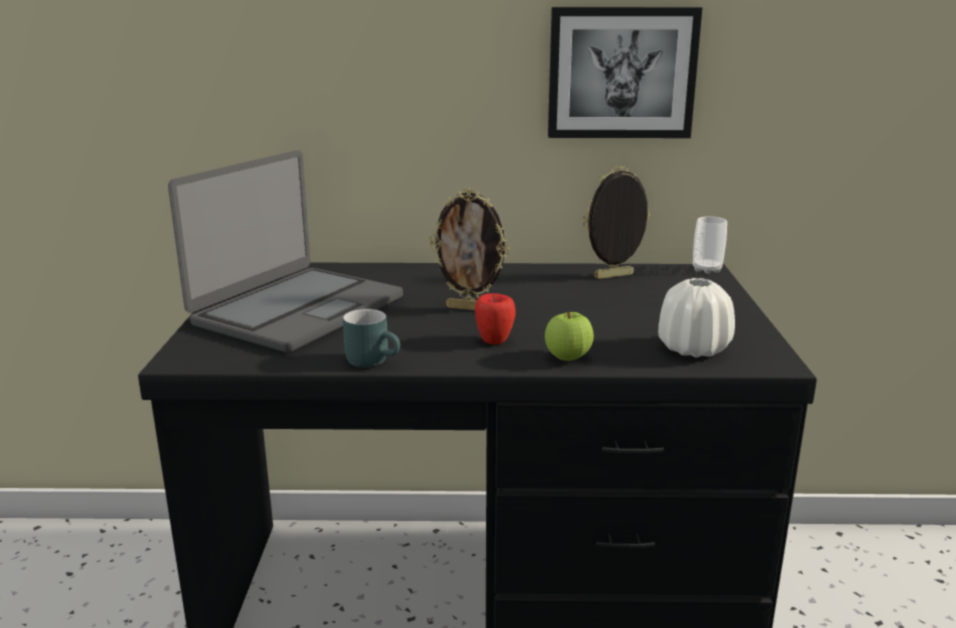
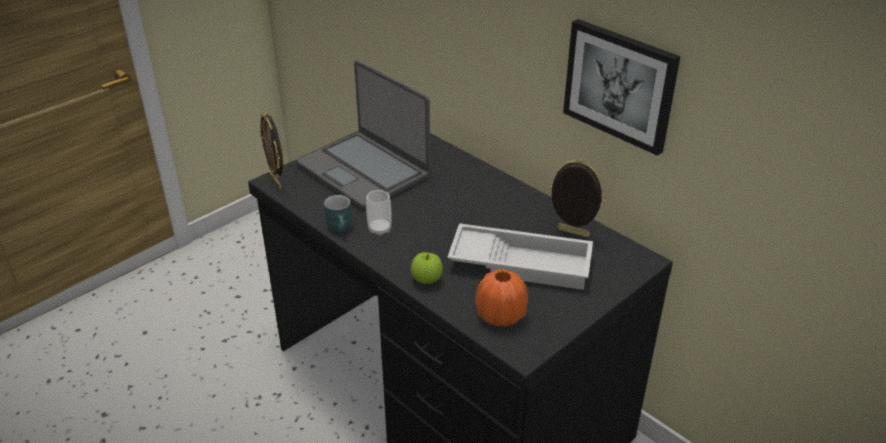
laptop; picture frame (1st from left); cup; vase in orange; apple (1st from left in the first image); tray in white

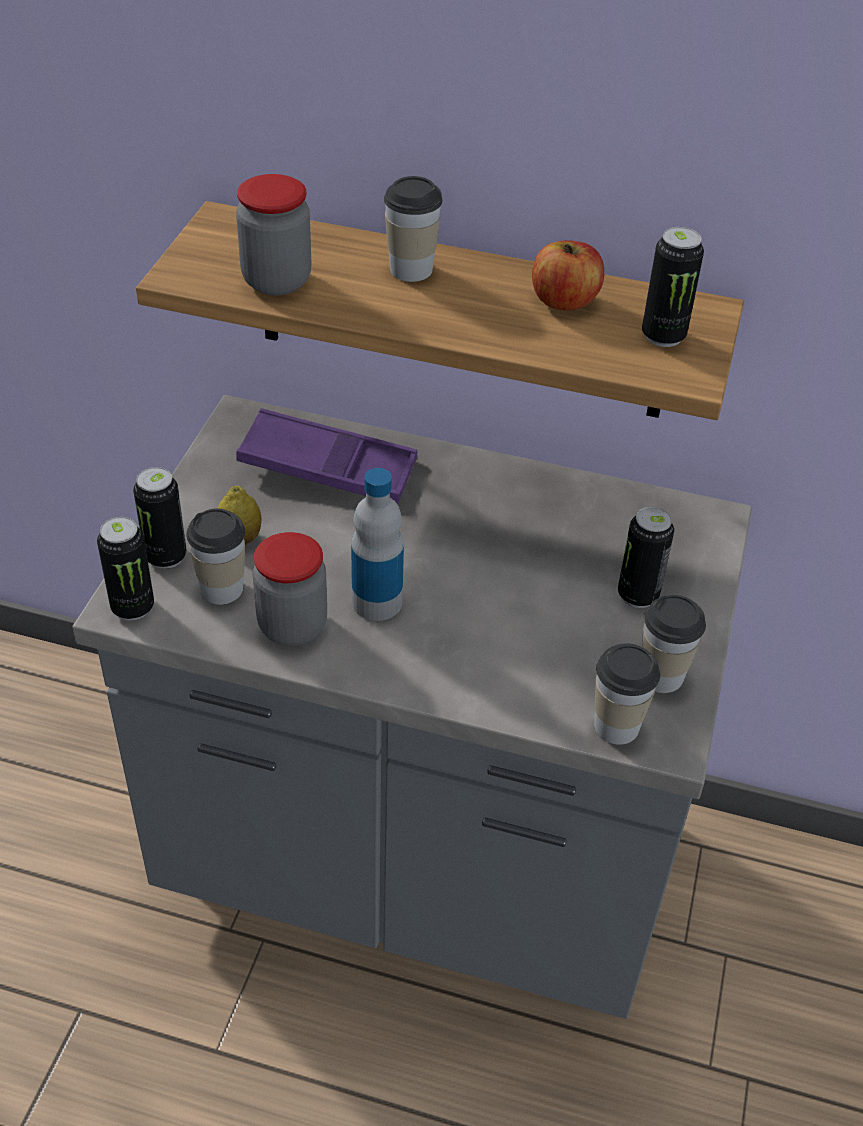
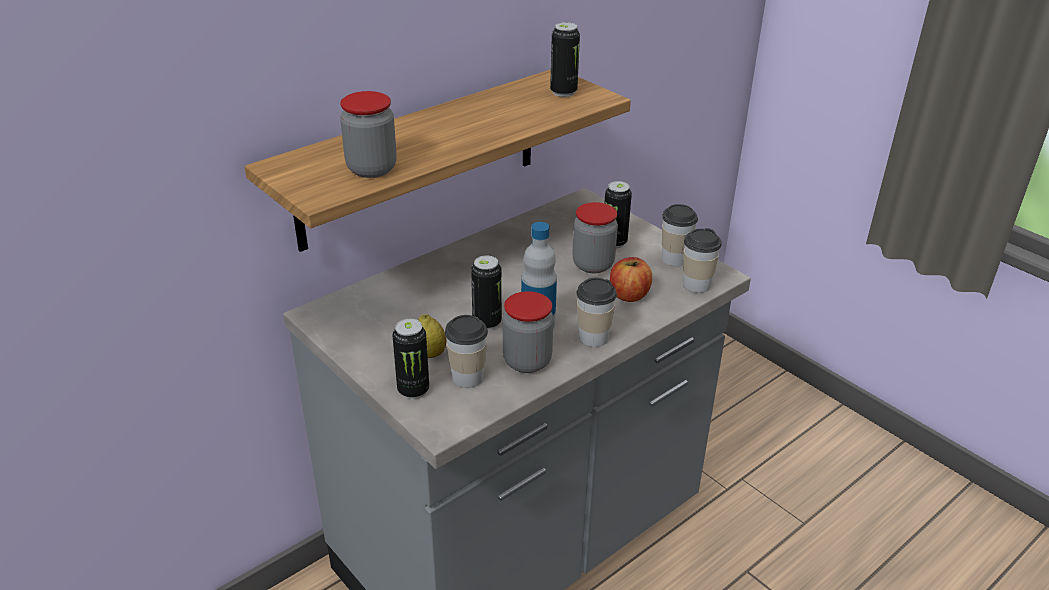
cup (2nd from left); apple; tray in purple; can (2nd from left); jar (3rd from left)

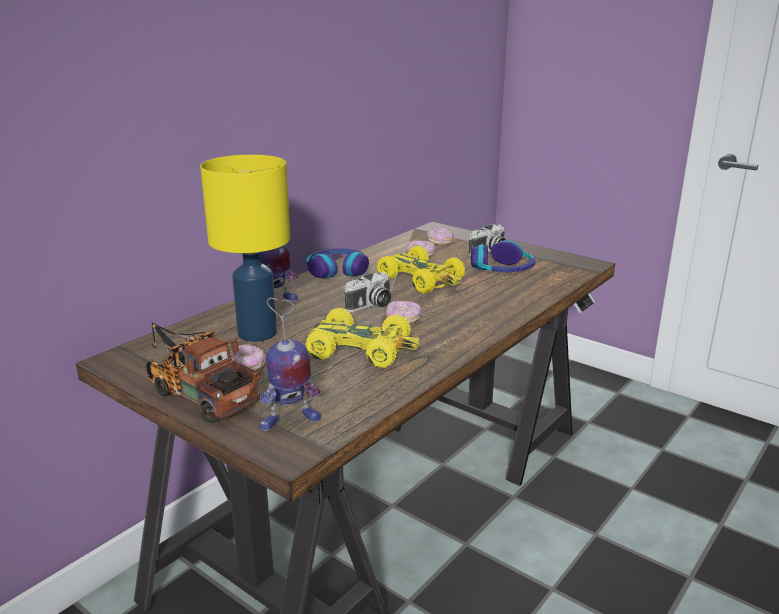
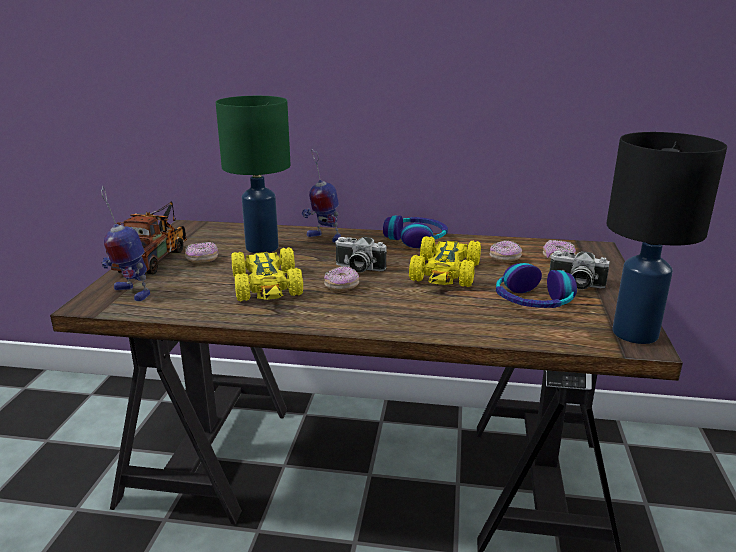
table lamp in green; table lamp in black

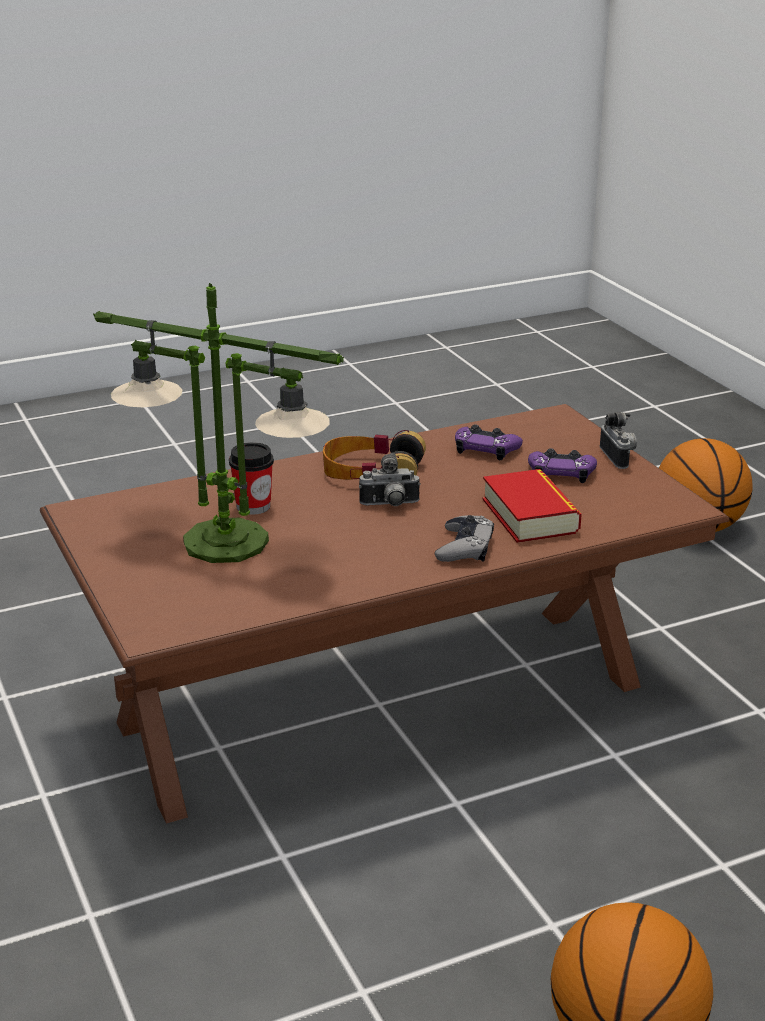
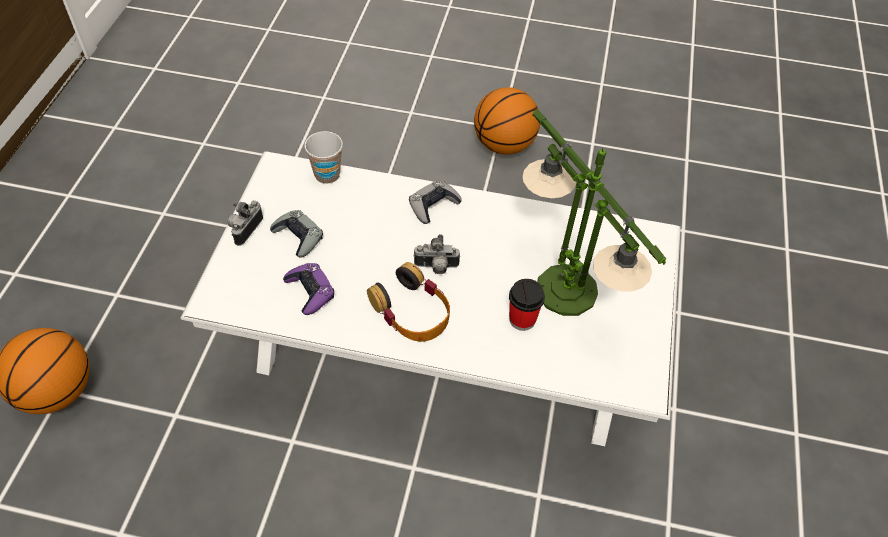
coffee table in white; game controller in grey (1st from left); photo camera (2nd from left); book; cup (1st from left)

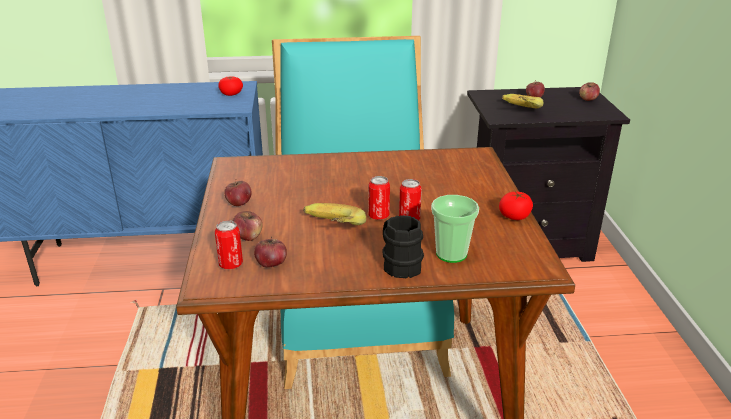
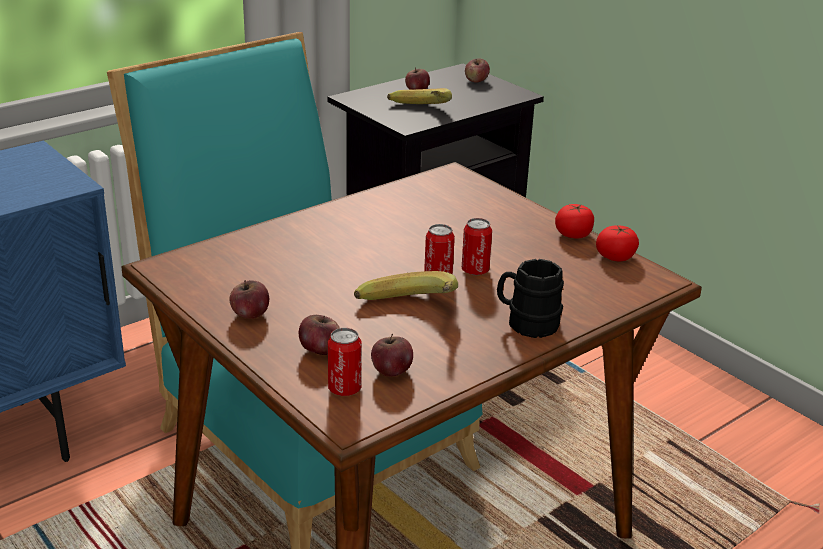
tomato (2nd from left); cup

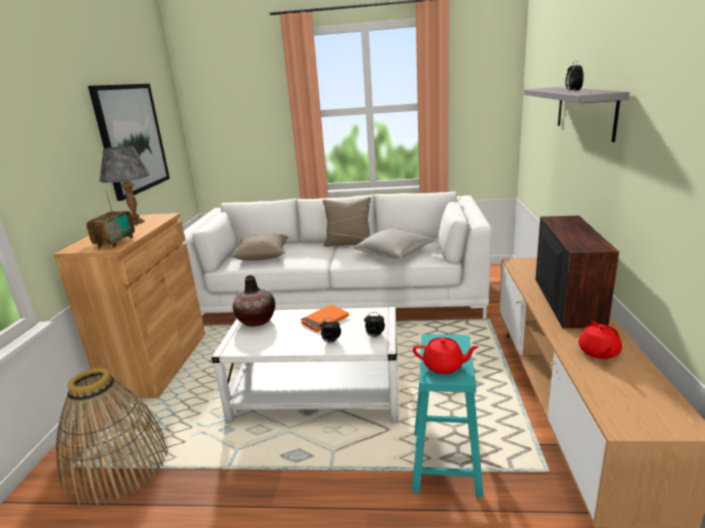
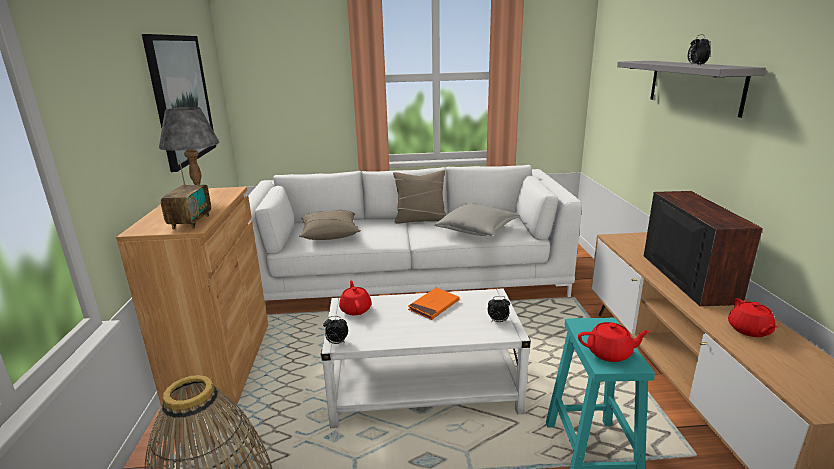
teapot in red (1st from left); alarm clock (1st from left)

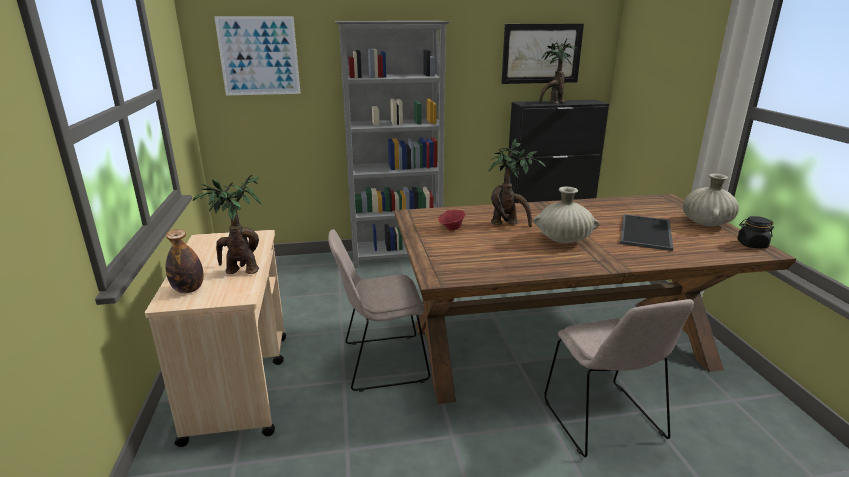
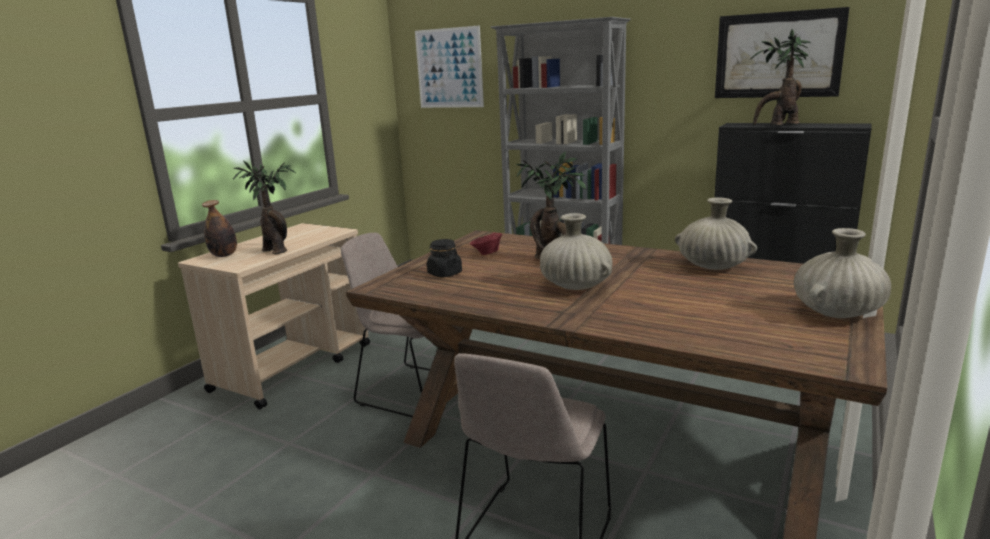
tray; jar in black; vase in beige (2nd from left)

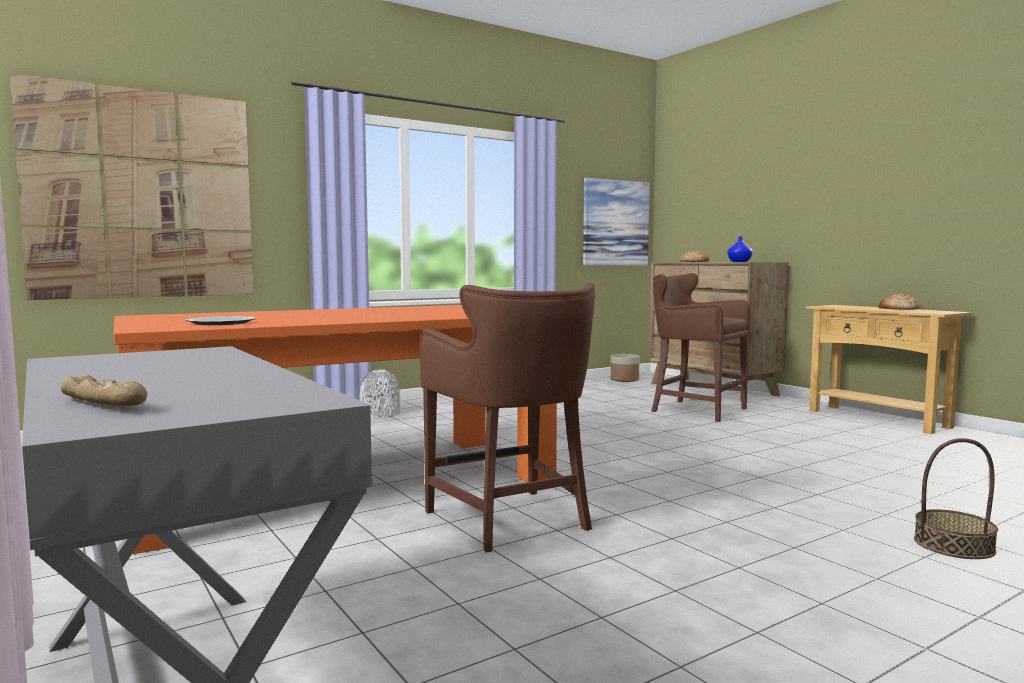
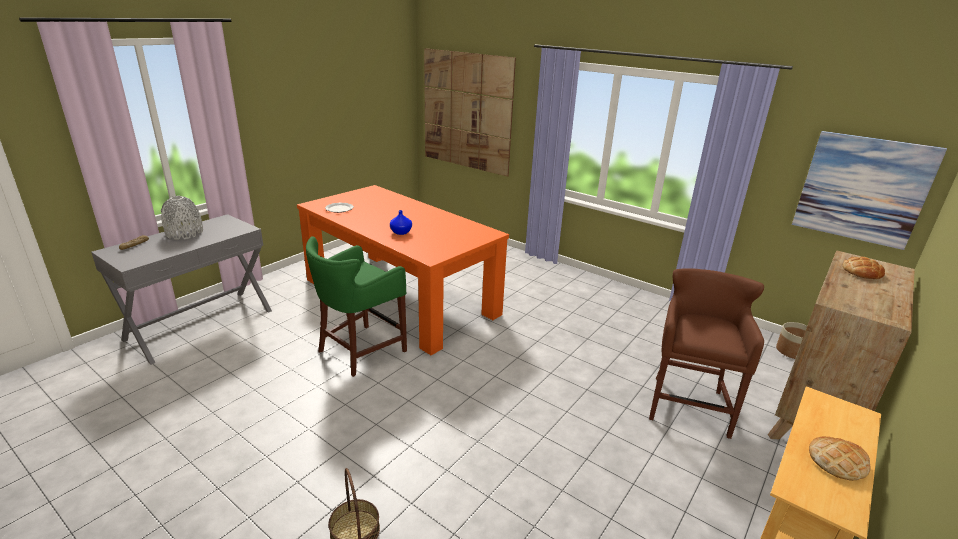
vase in blue; stool in green; vase in grey

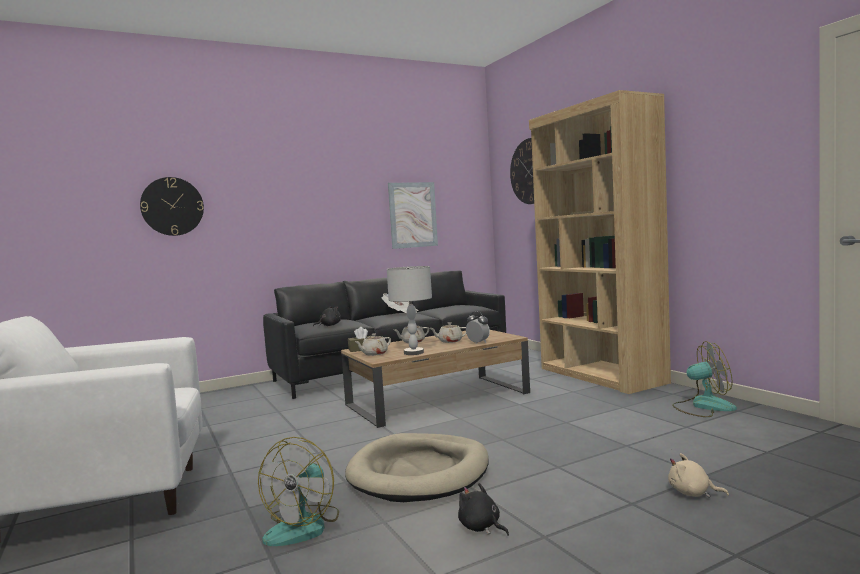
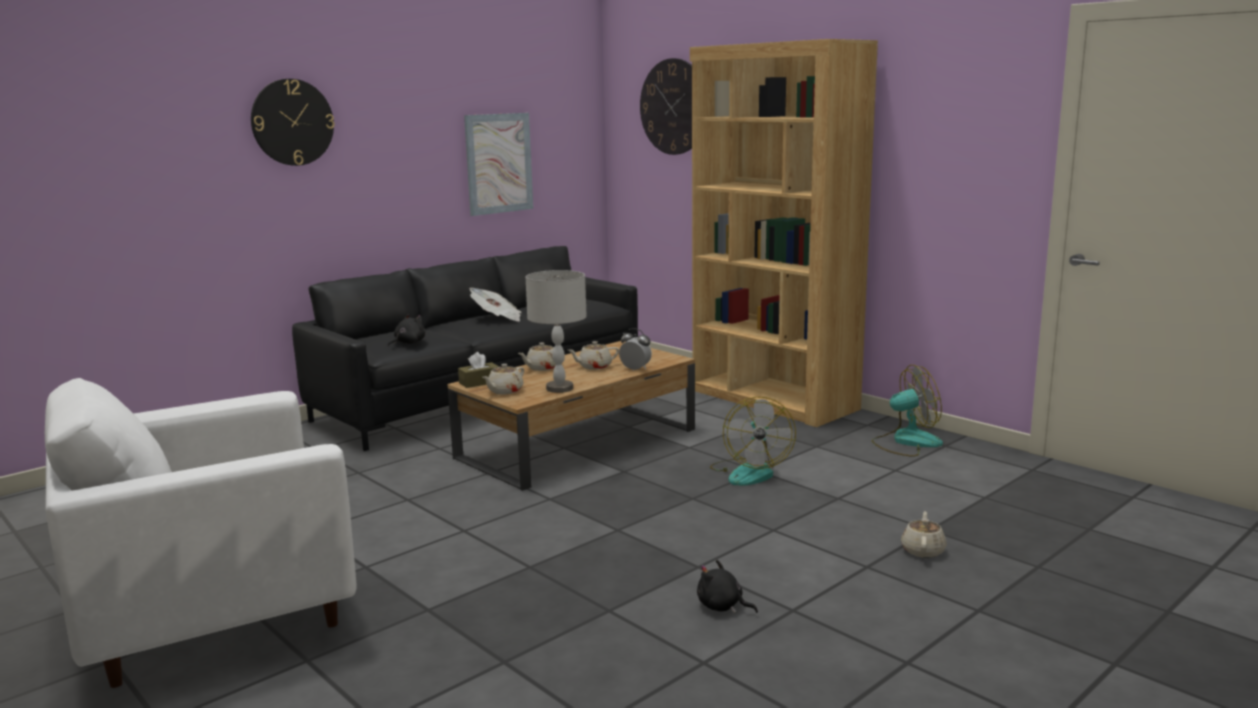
wall clock (1st from left); dog bed in beige; fan (1st from left); teapot in beige (4th from left)

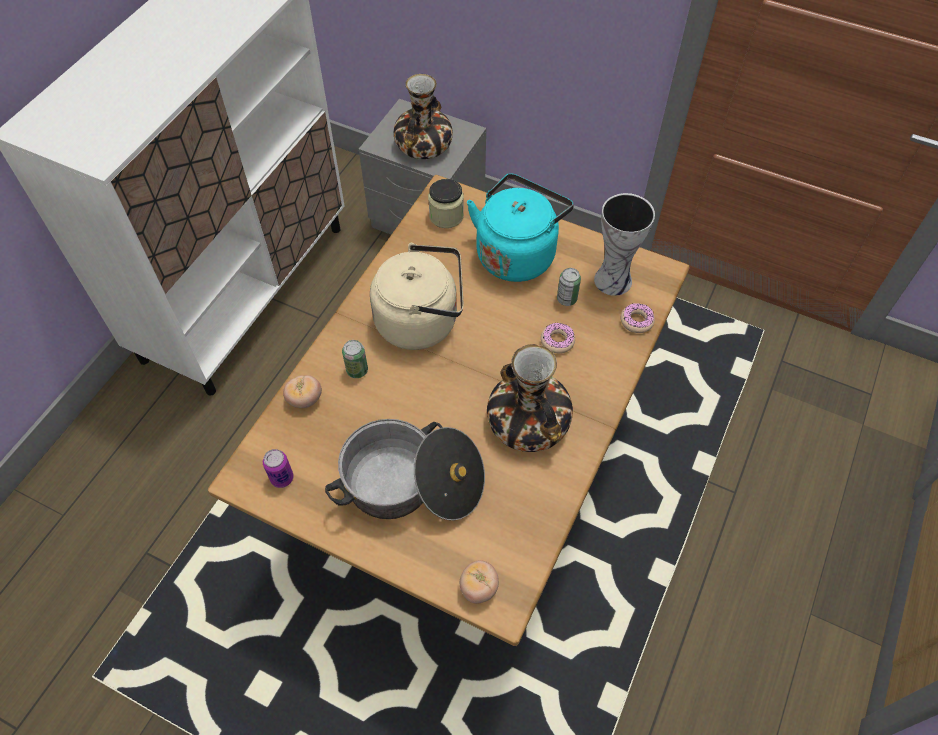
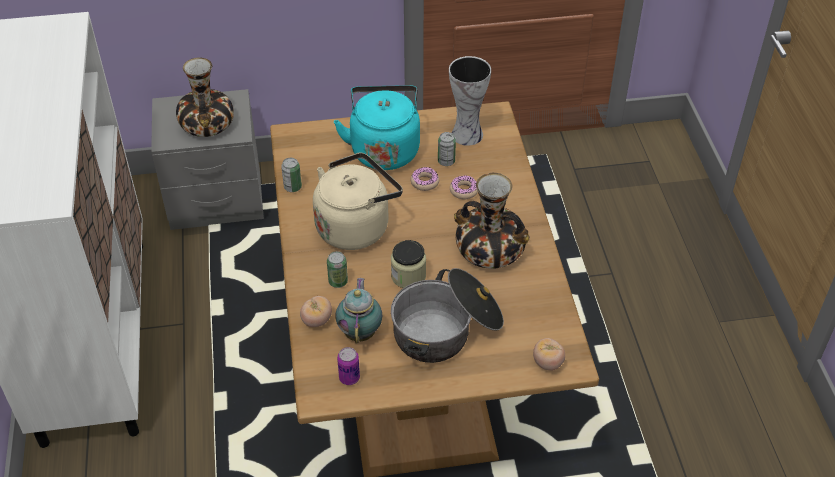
jar; donut (1st from left); can (1st from left); teapot

